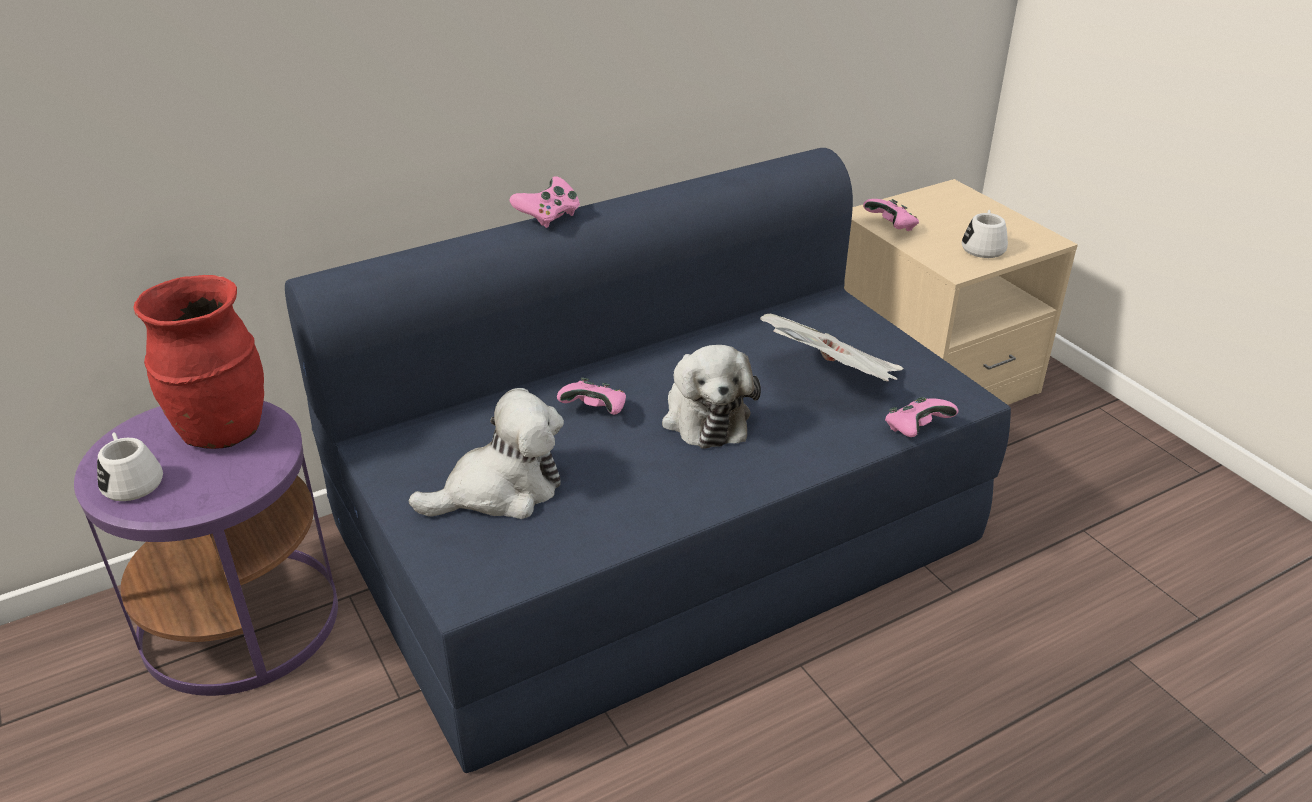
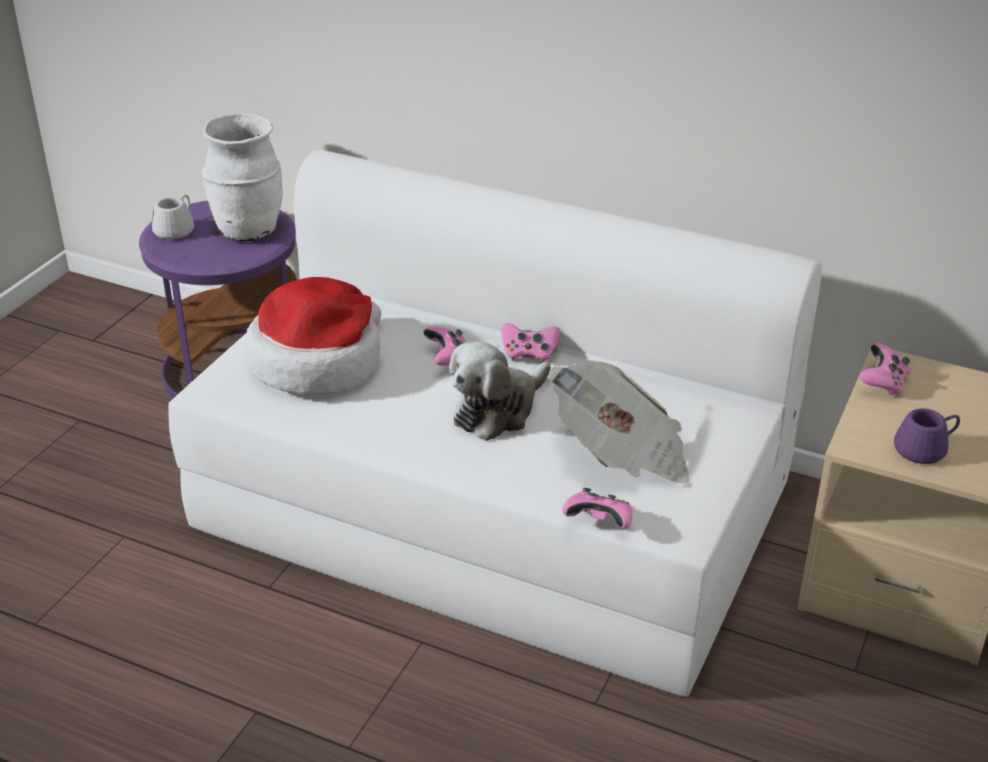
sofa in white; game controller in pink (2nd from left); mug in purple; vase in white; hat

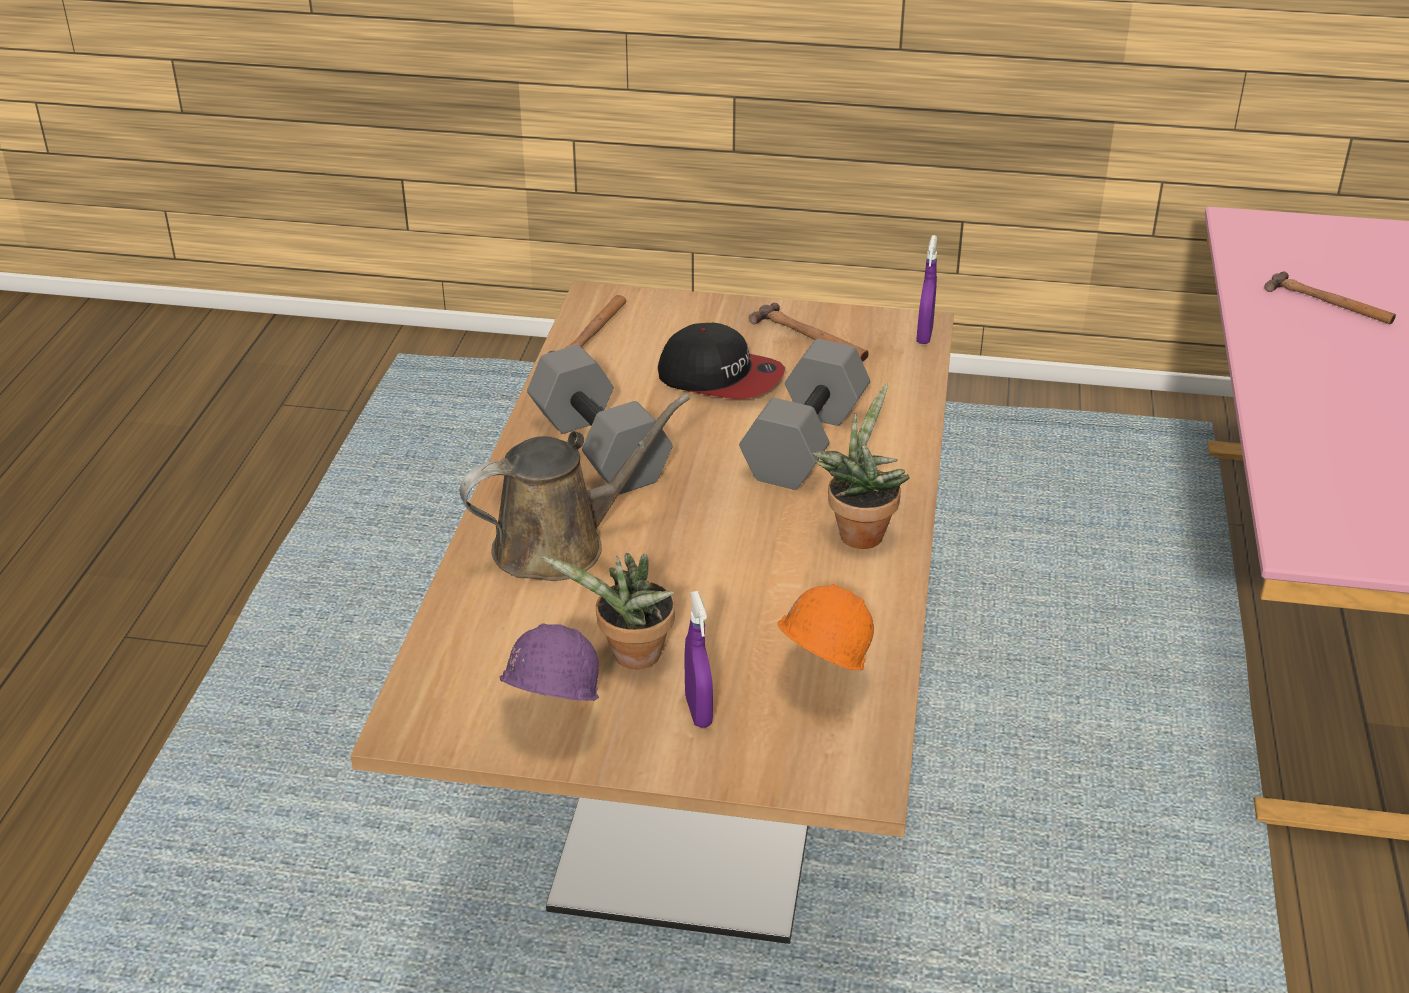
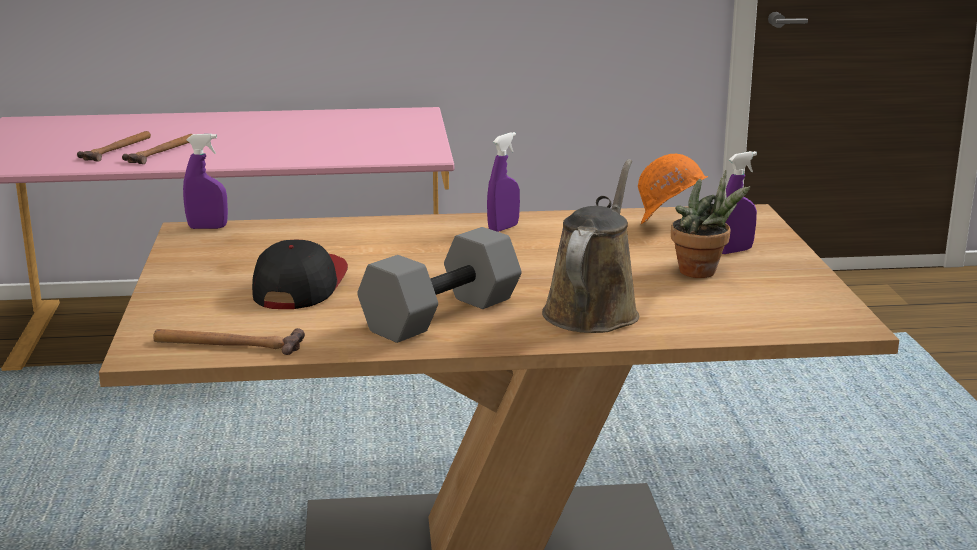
hammer (2nd from left); dumbbell in grey (2nd from left in the first image); spray bottle in purple (2nd from left); watering can in brown; hard hat in purple

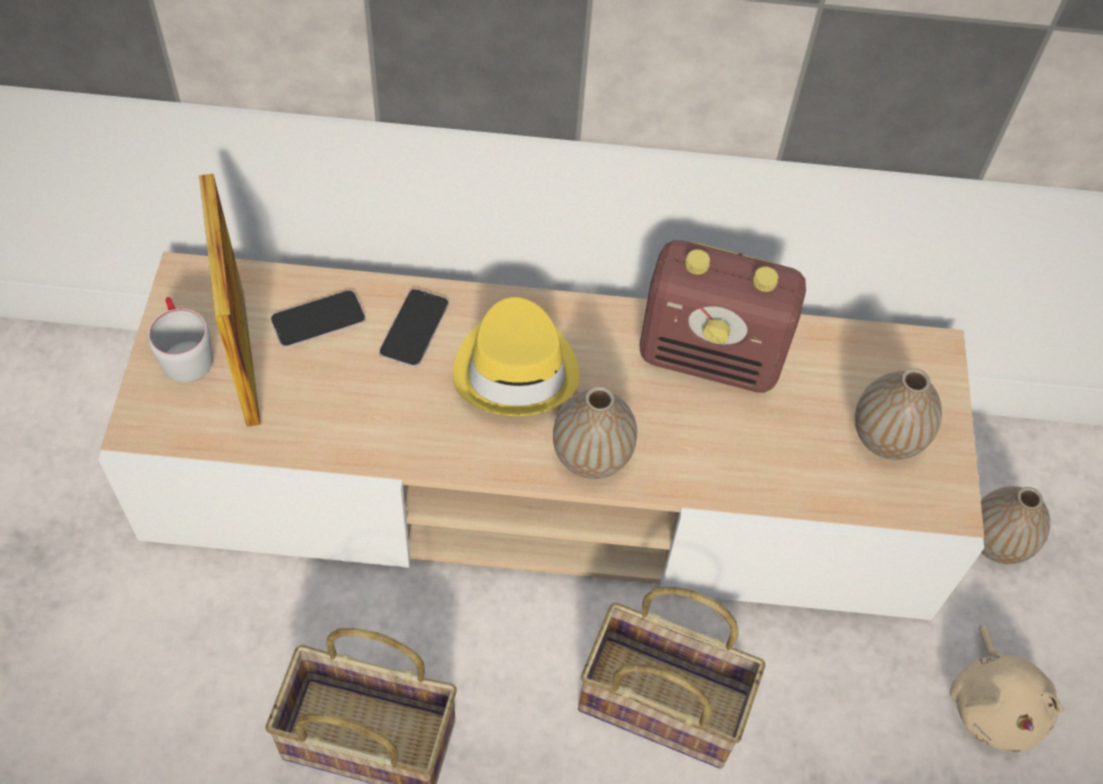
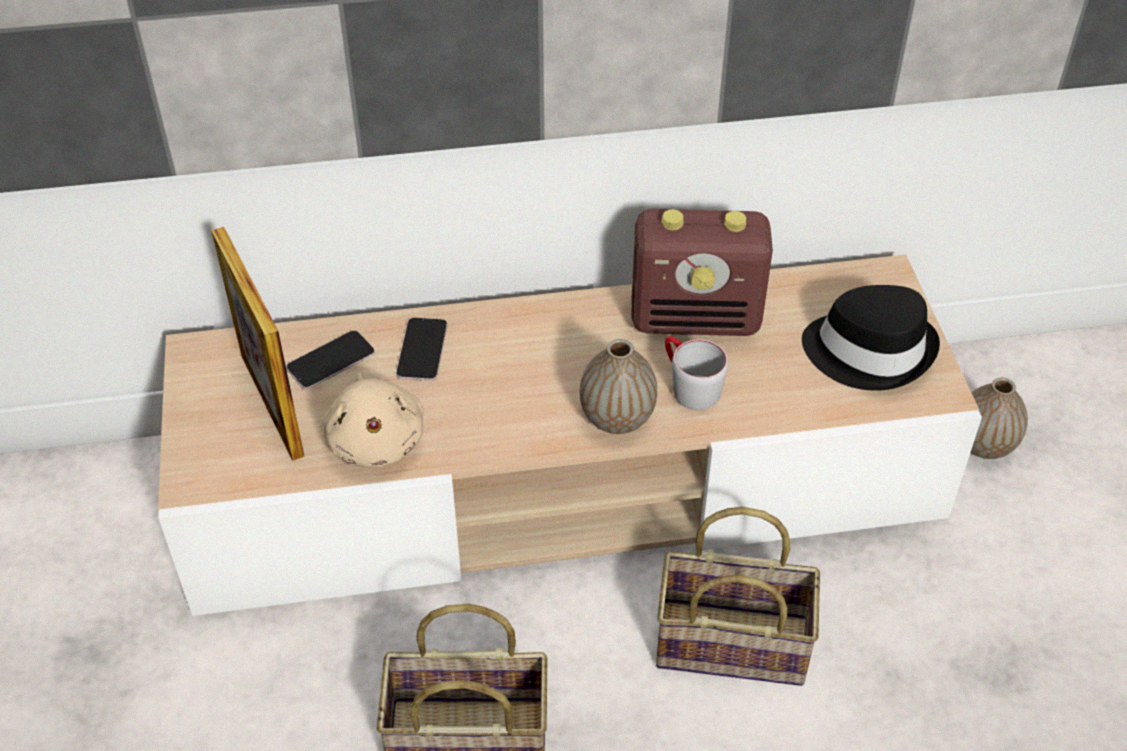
mug in grey; hat in yellow; hat in black; plush toy in beige

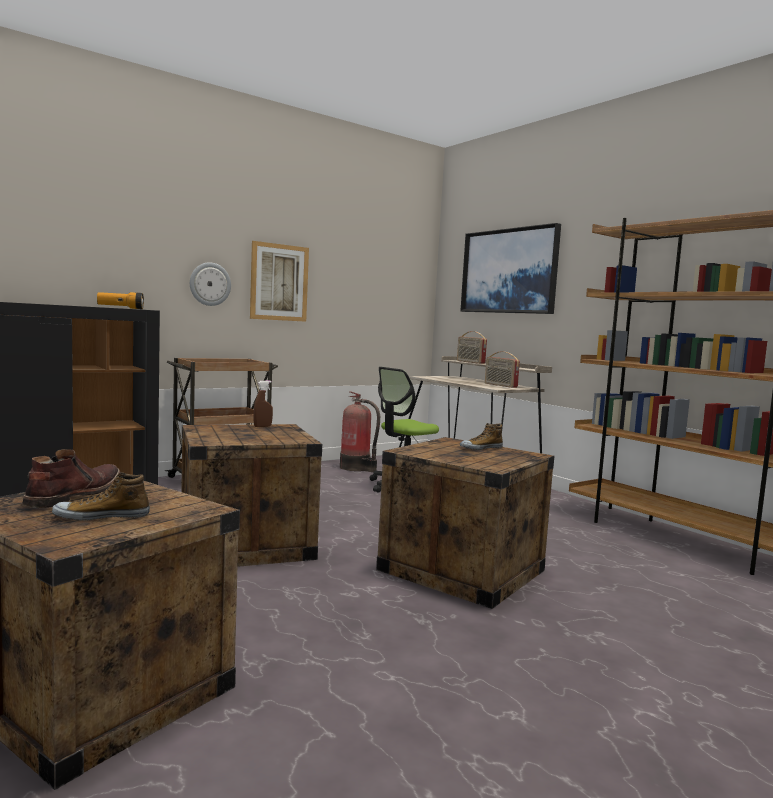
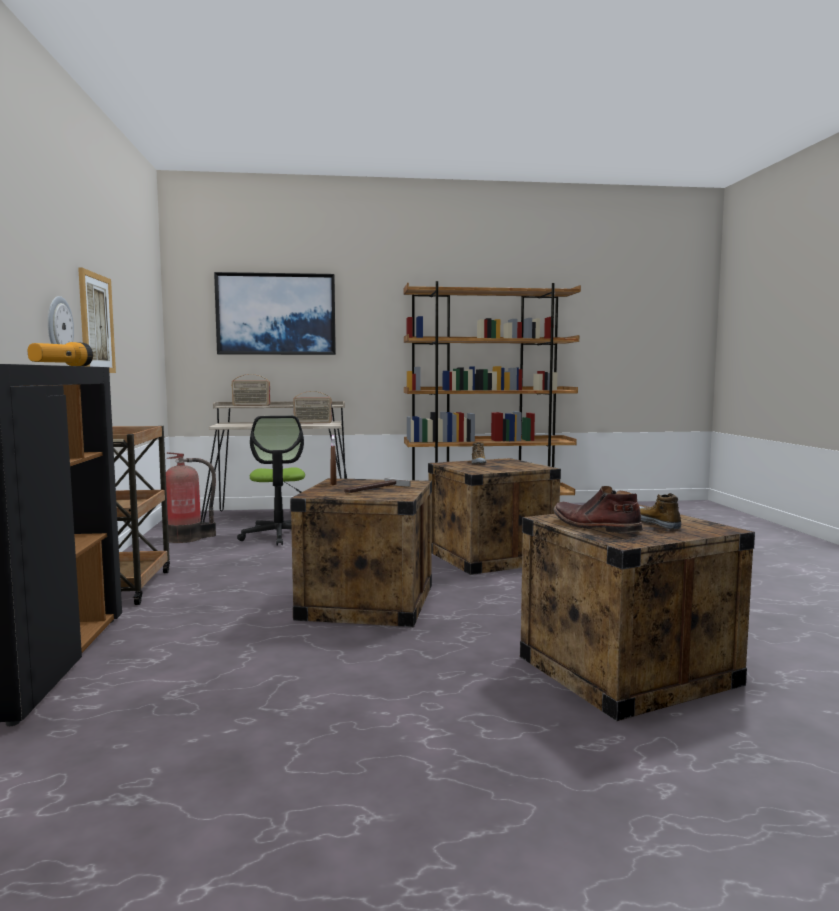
shoe (2nd from left); hammer

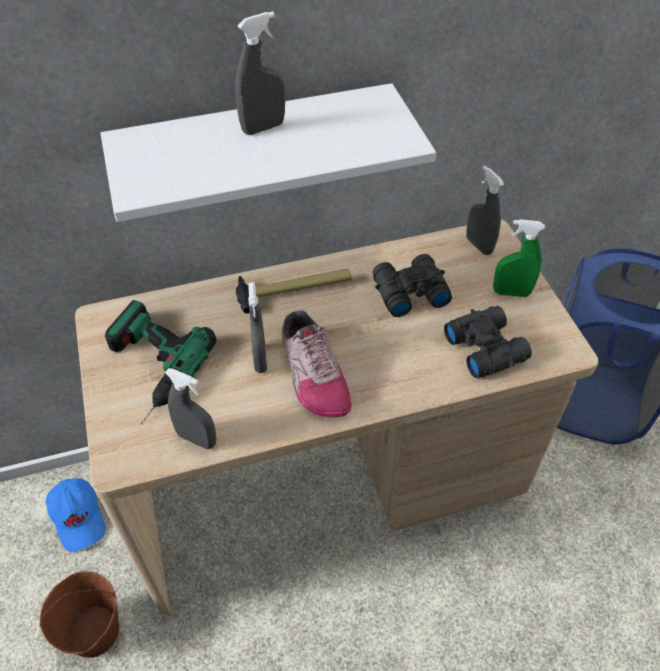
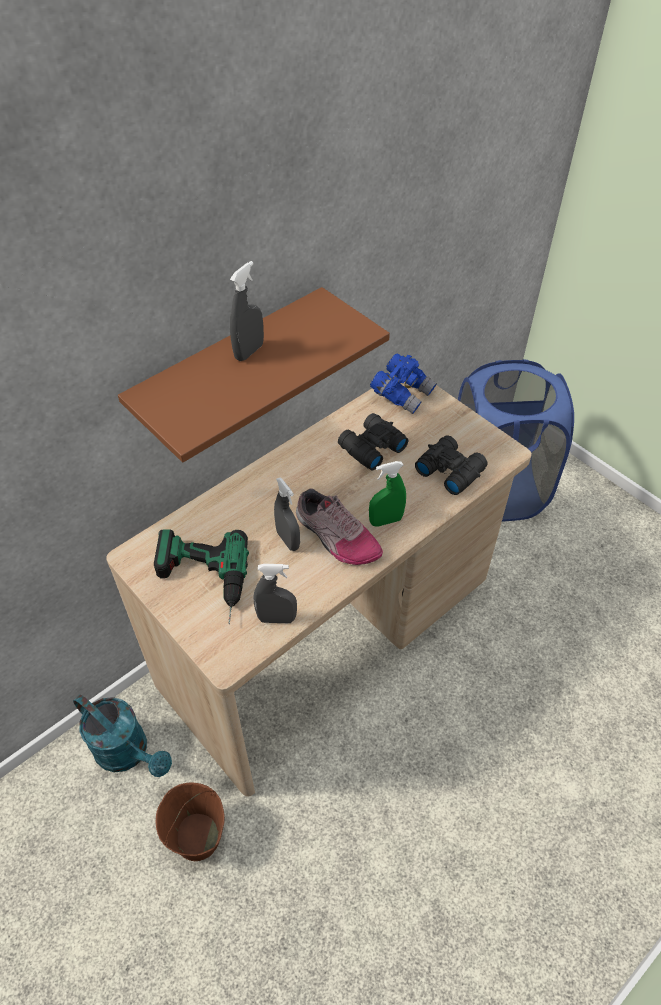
shelf in brown; binoculars in blue; spray bottle in green; hammer; watering can in turquoise

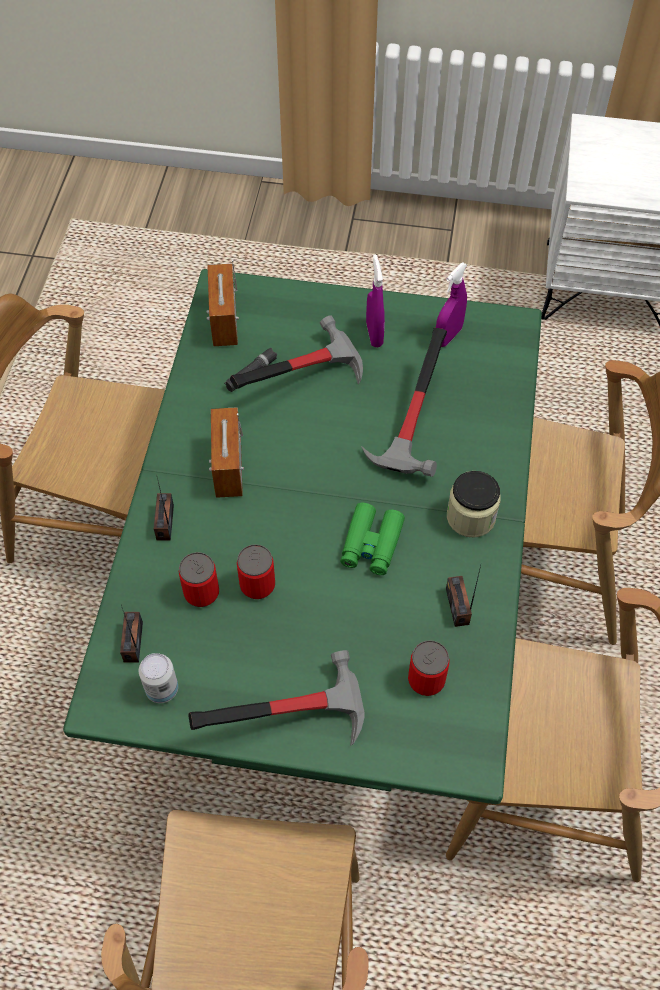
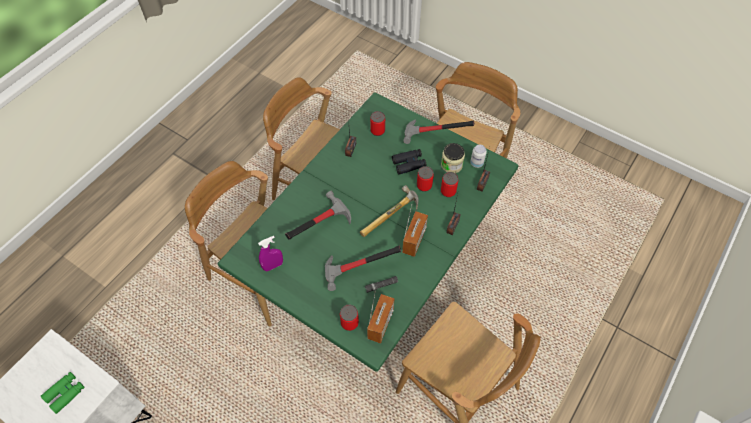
spray bottle in purple (1st from left in the first image); jar; binoculars in green; binoculars in black; hammer (3rd from left); can (1st from left)

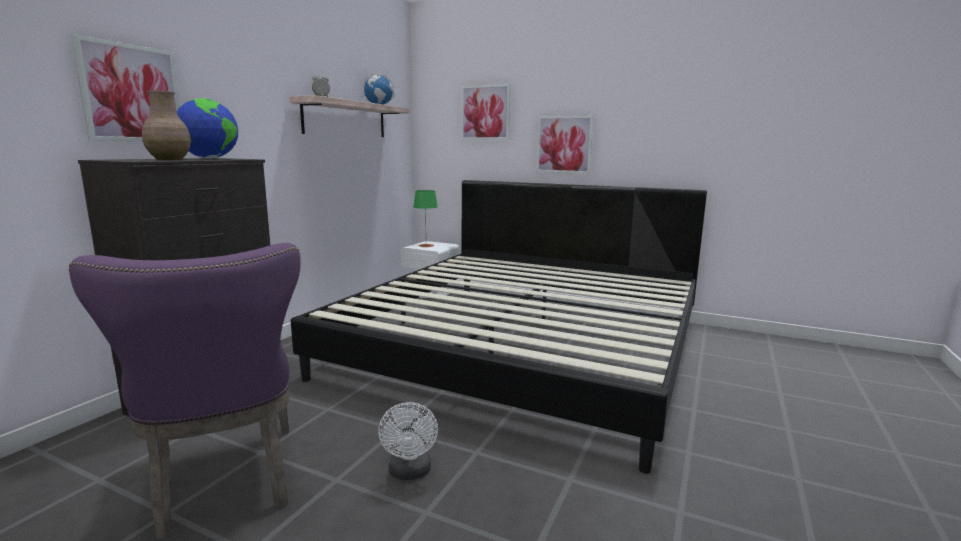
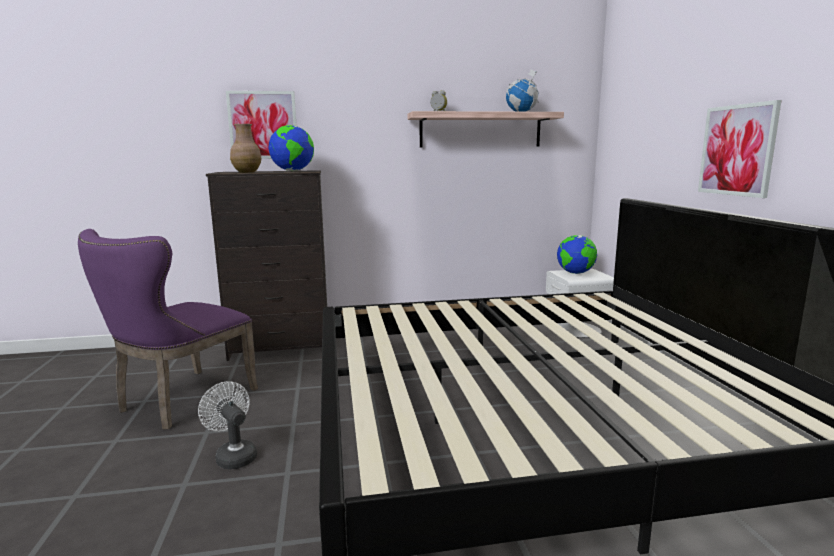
picture (2nd from left in the first image); globe (3rd from left); fan in white

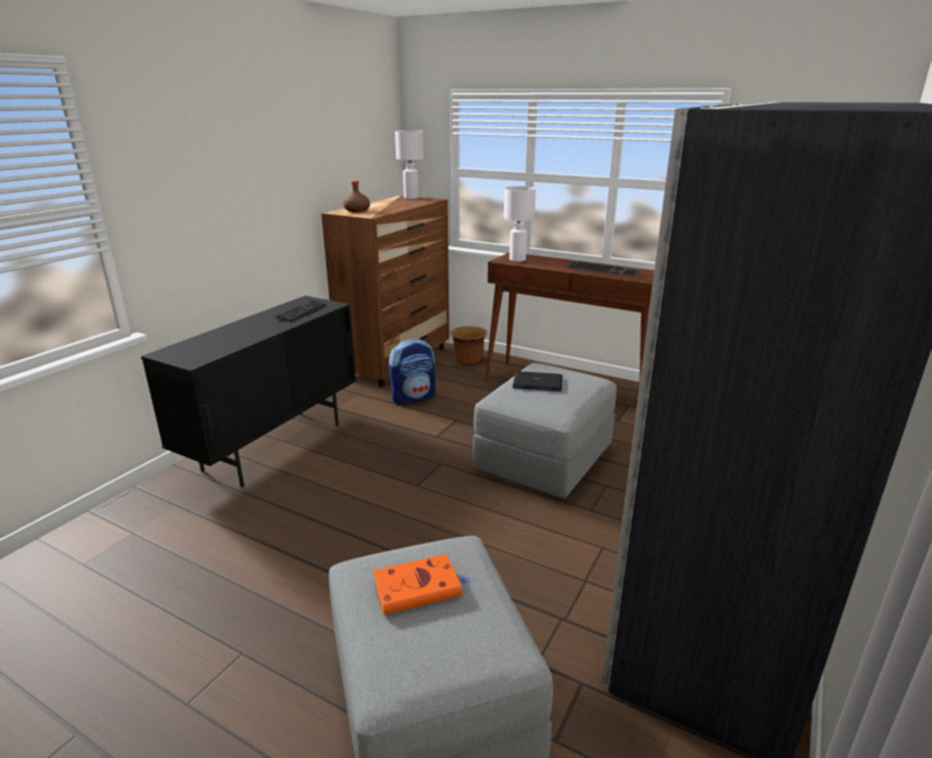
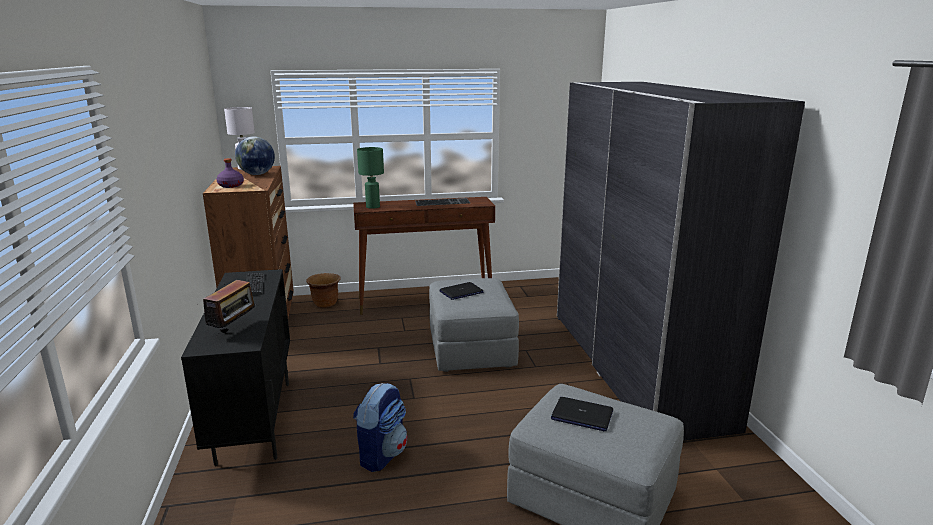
bottle in purple; table lamp in green; backpack; laptop (2nd from left); globe; radio

